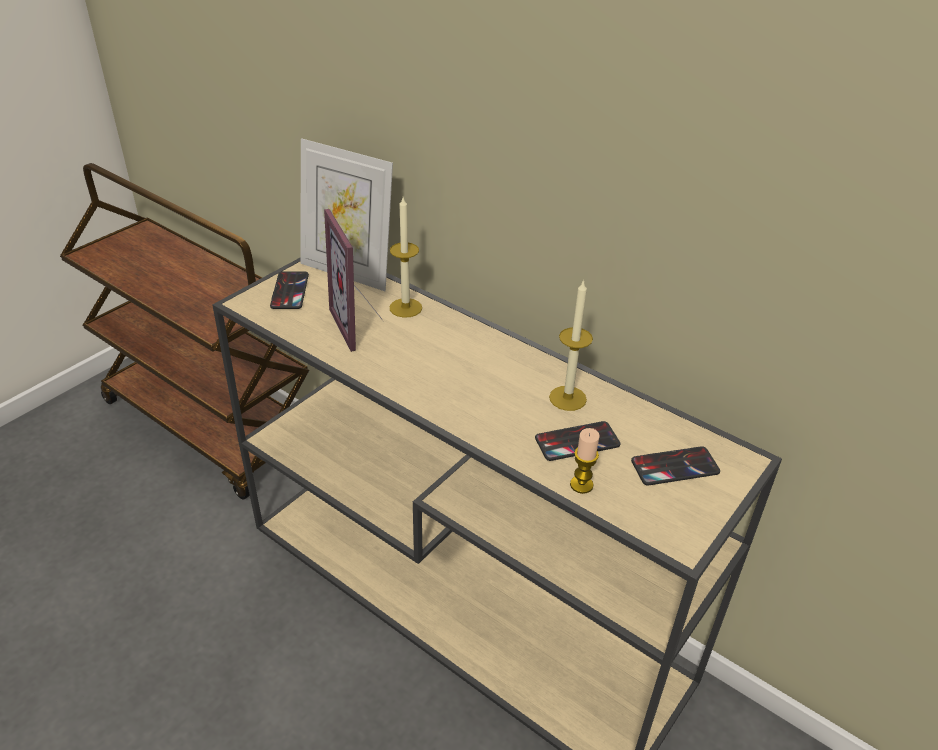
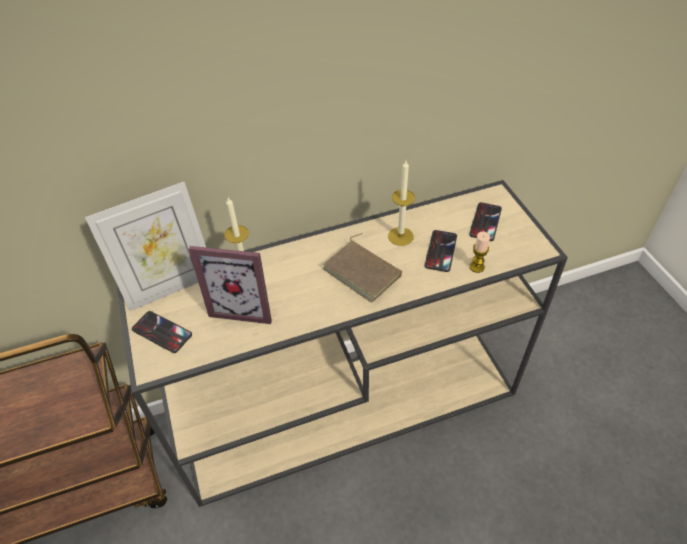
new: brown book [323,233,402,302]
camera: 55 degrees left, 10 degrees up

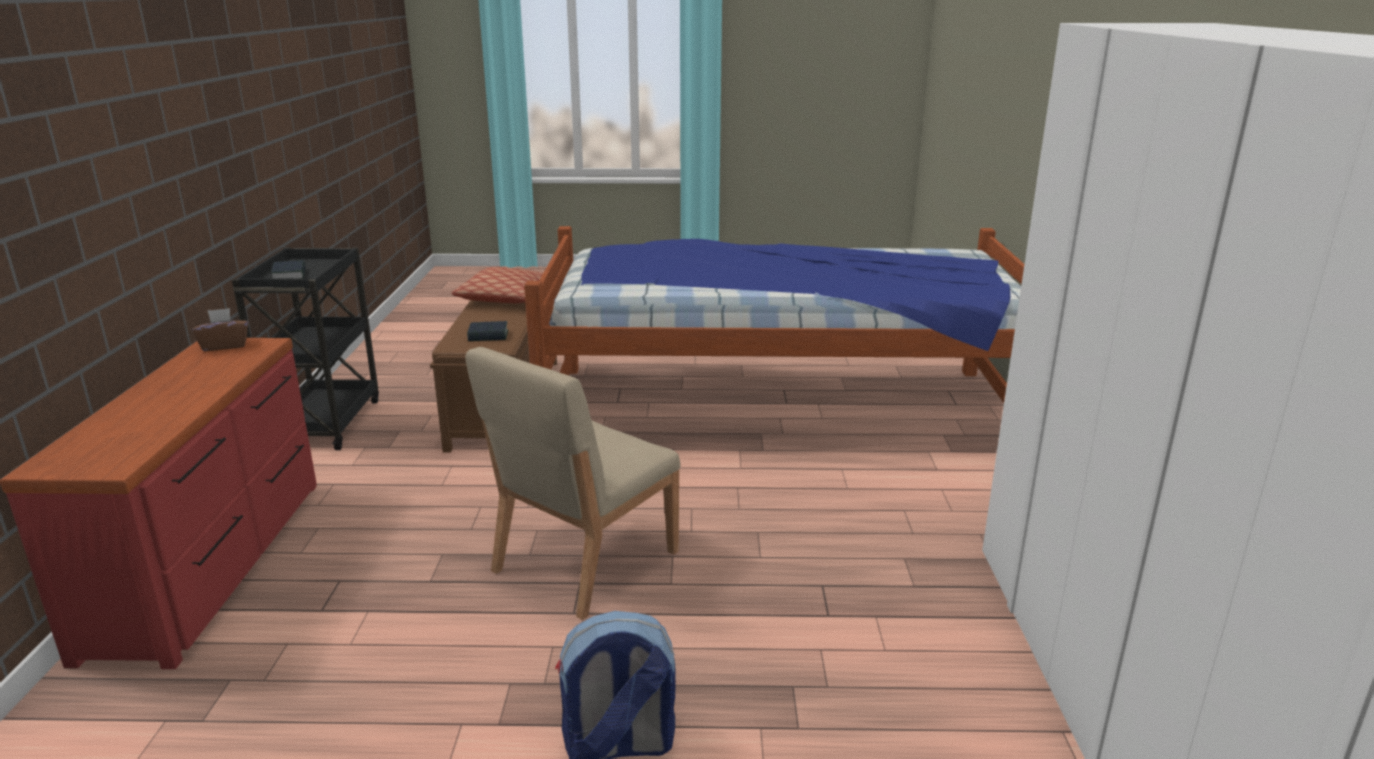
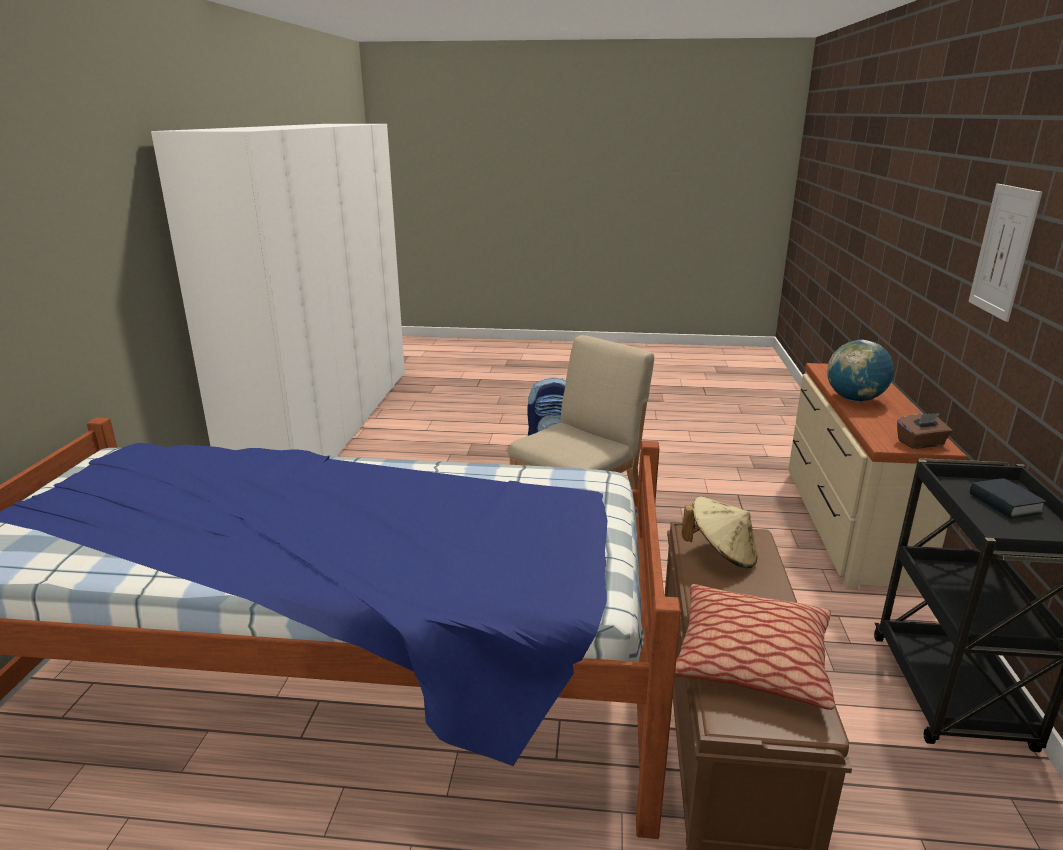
new: globe [827,340,894,402]; wall art [968,184,1042,322]
swapped: book [467,321,508,341] to sand-coloured wearable hat [681,497,758,568]
repainted: reddish chest of drawers [0,338,317,669] to sand-coloured chest of drawers [788,363,967,594]
camera: 175 degrees left, 0 degrees up

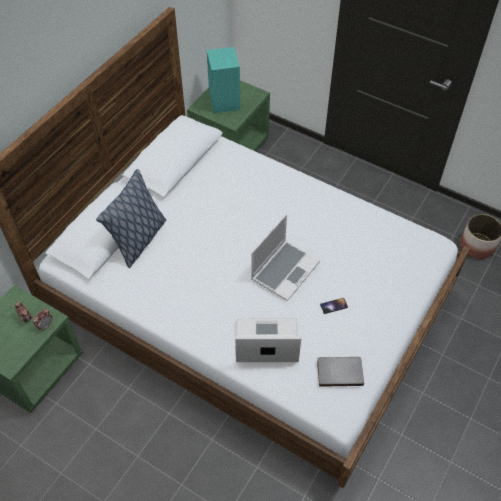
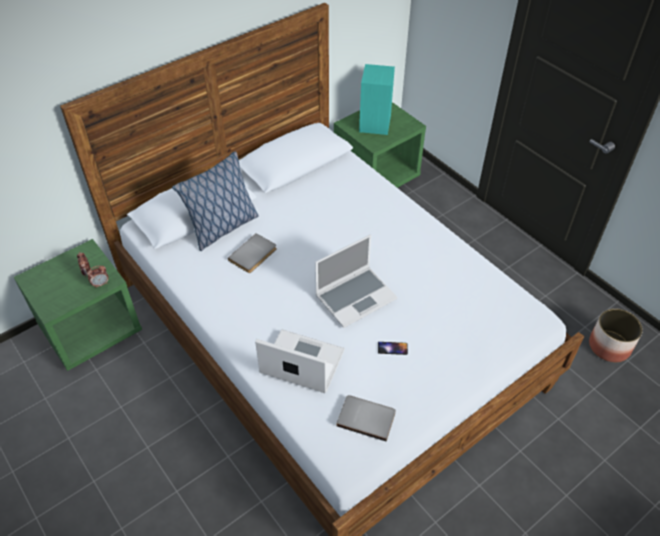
new: greyish book [228,233,277,273]
camera: 20 degrees right, 5 degrees down

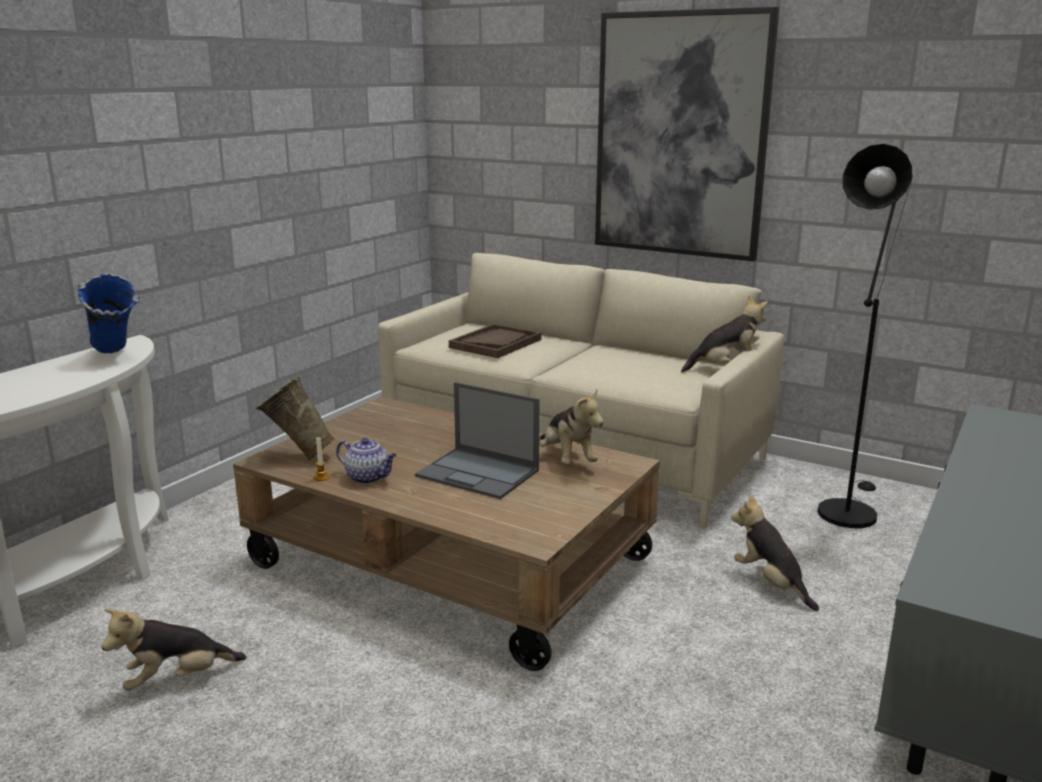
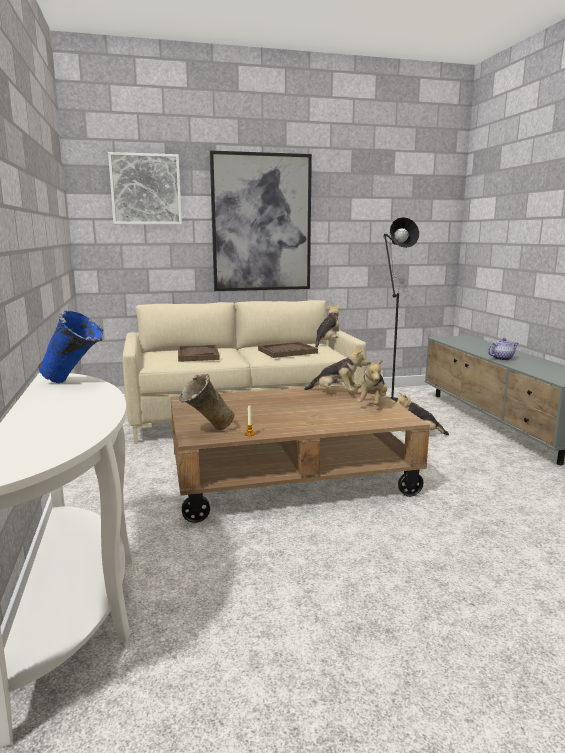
gone: laptop [415,382,539,499]
new: wall art [108,152,182,225]; brown carrying tray [258,342,318,358]
shifted: plush toy [101,609,246,691] to [357,359,387,405]; tea pot [336,438,397,484] to [488,338,518,361]
camera: 45 degrees left, 5 degrees down

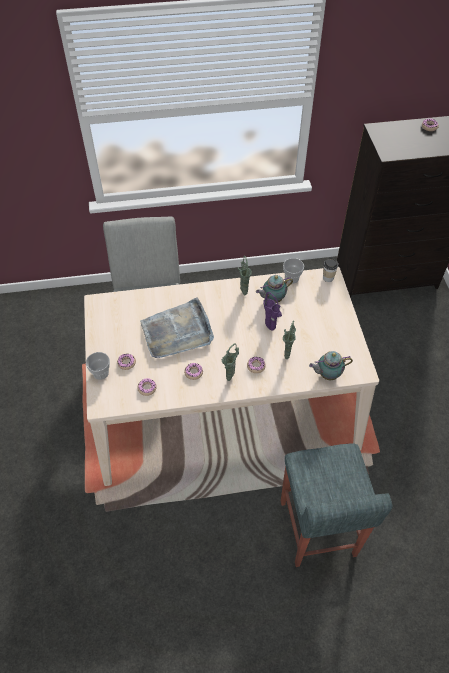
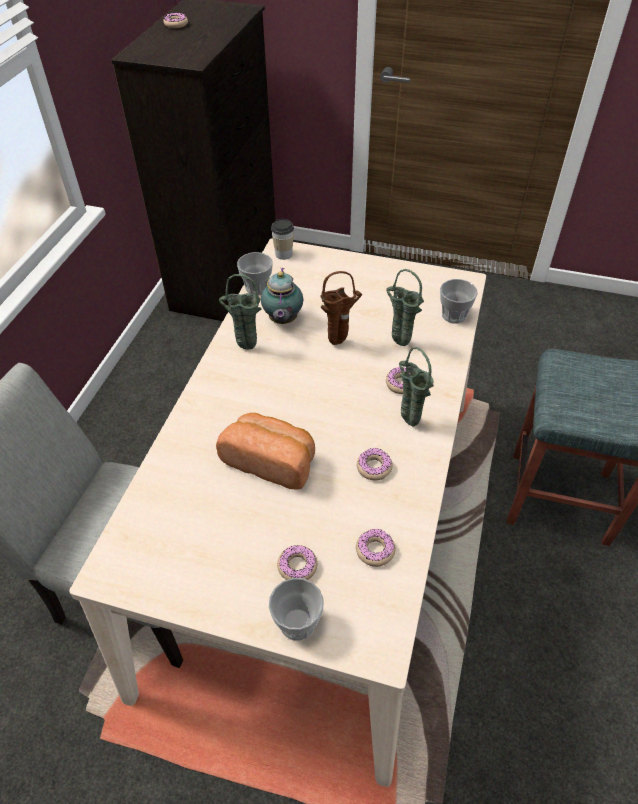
swapped: greyish carrying tray [140,297,214,358] to baked bread [216,413,315,490]; tea pot [309,351,353,380] to small cup [440,279,478,324]
repainted: purple-coloured vase [263,292,282,330] to brown vase [320,271,362,345]
camera: 65 degrees left, 5 degrees down

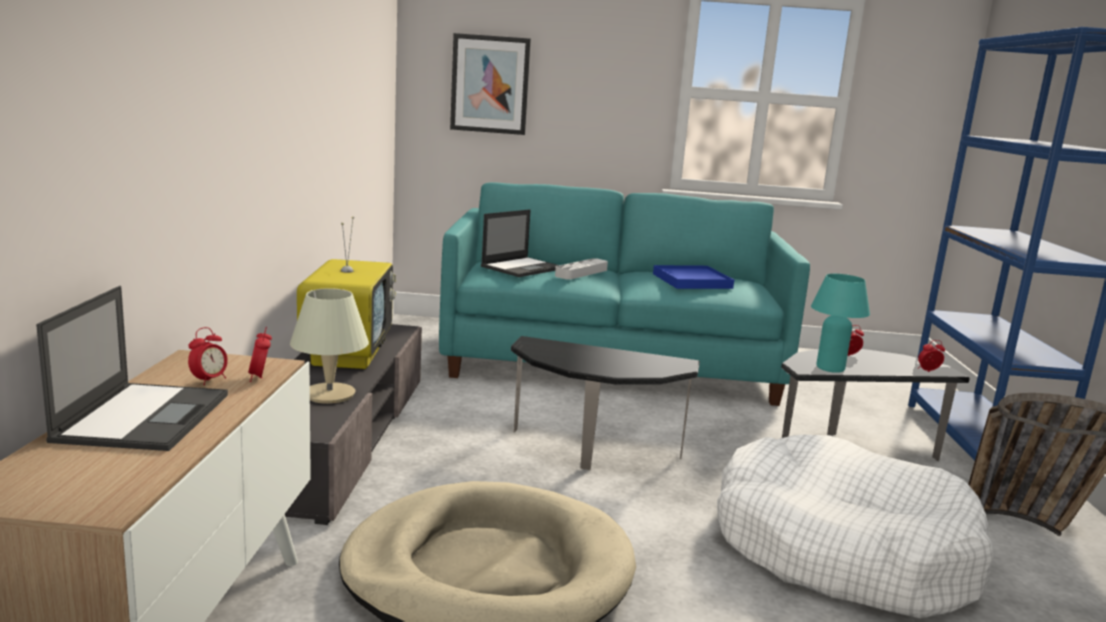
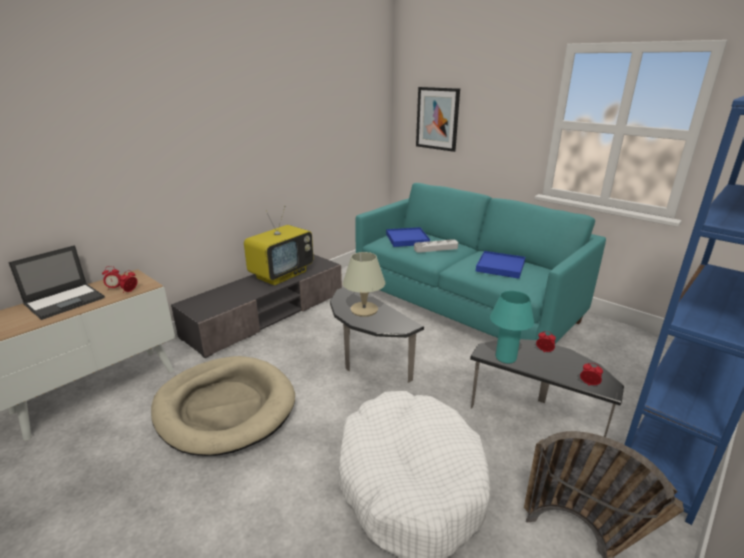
shifted: sand-coloured tabletop lamp [290,288,369,404] to [343,252,385,317]
swapped: laptop [481,209,559,277] to blue carrying tray [386,227,430,247]
camera: 40 degrees right, 10 degrees up

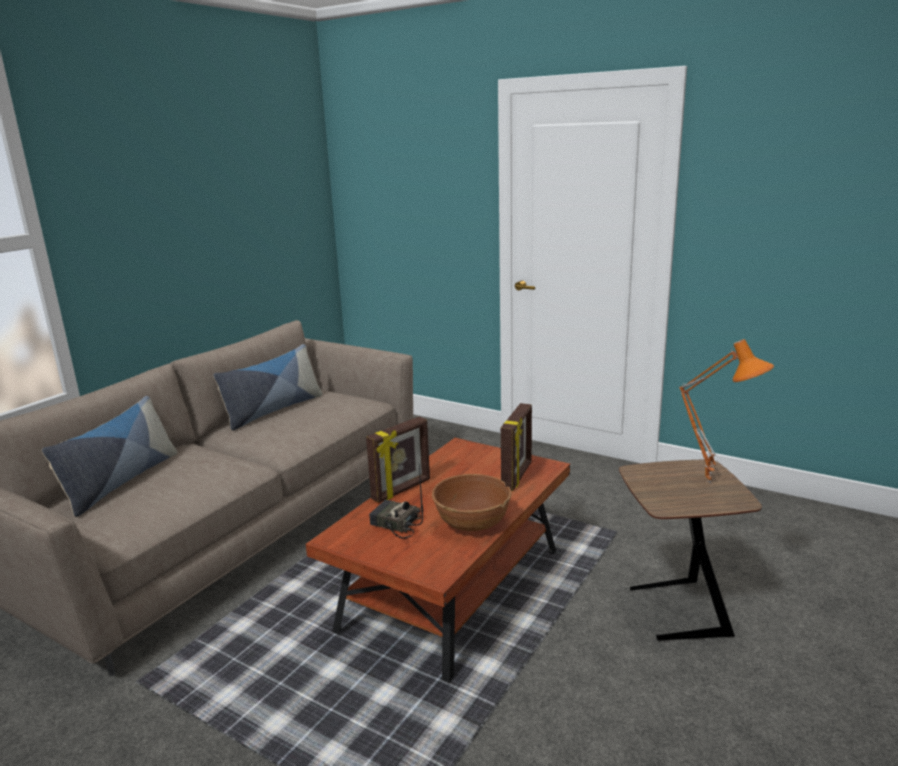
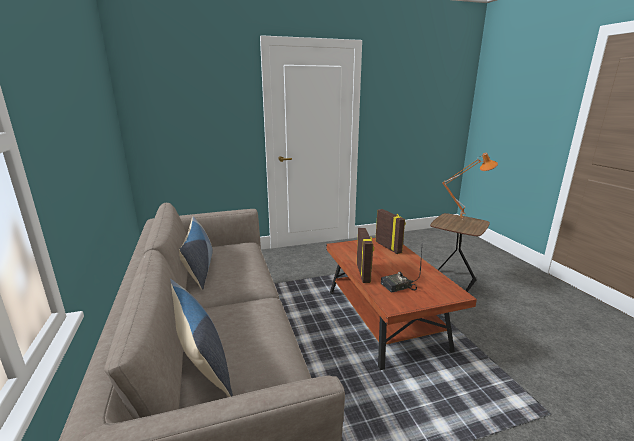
gone: brown serving bowl [432,474,511,531]
camera: 50 degrees left, 0 degrees up

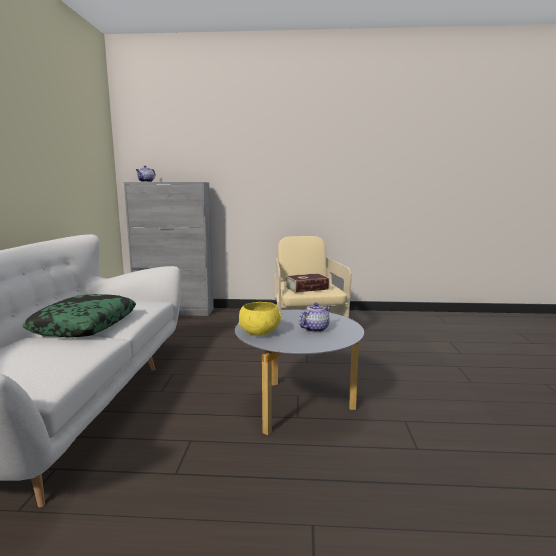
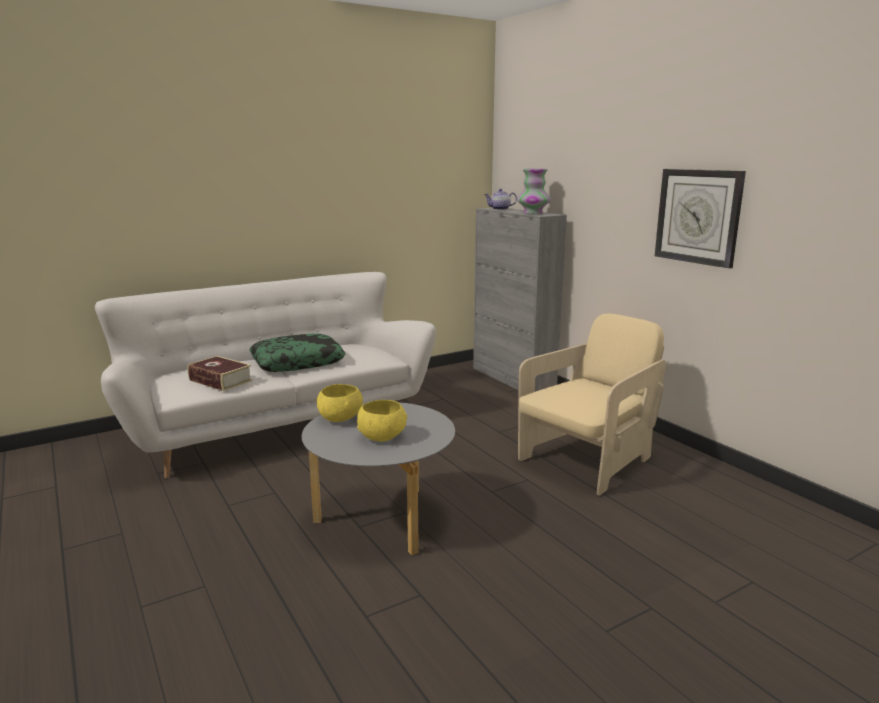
new: vase [517,168,551,214]; hanging clock [655,169,746,269]
shifted: book [285,273,330,293] to [188,356,253,391]
swapped: tea pot [299,303,331,332] to yellow serving bowl [357,400,407,442]
camera: 55 degrees right, 5 degrees up

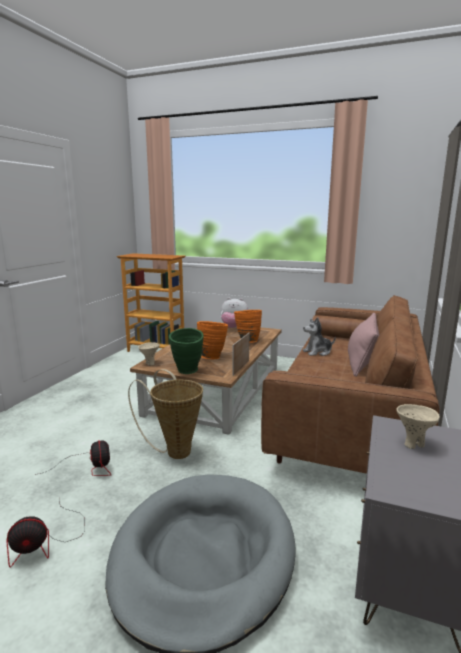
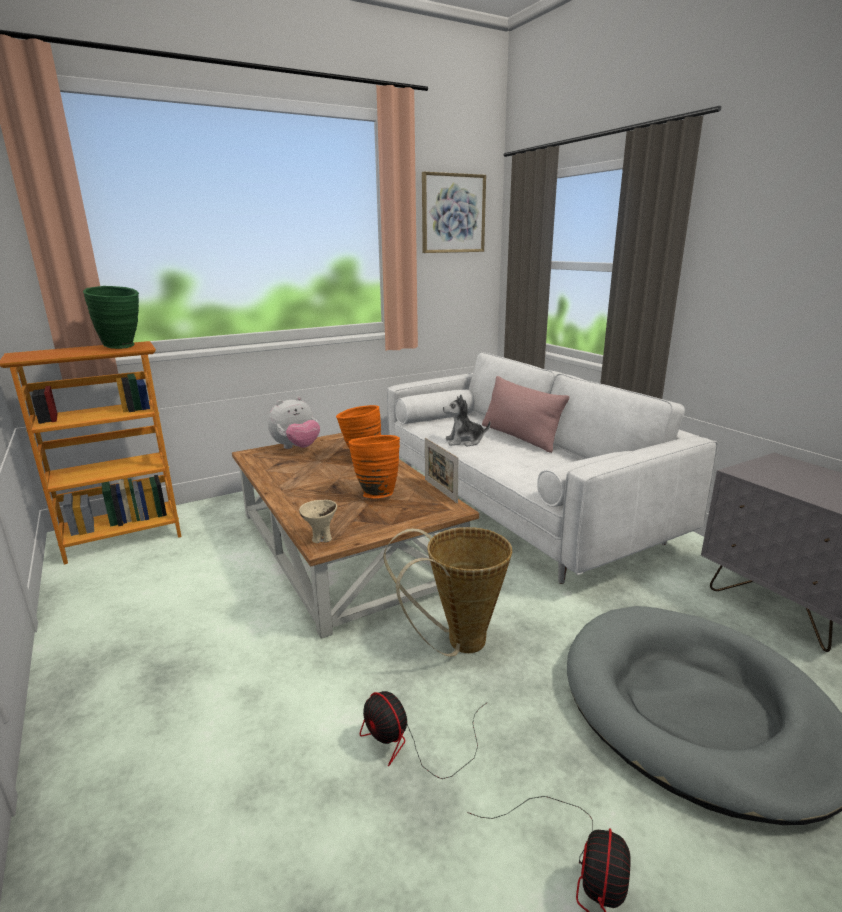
gone: sand-coloured serving bowl [396,404,440,449]
new: wall art [422,172,486,253]
shifted: greenish vase [169,328,204,374] to [83,286,139,349]
repainted: brown couch [261,295,440,474] to white couch [387,352,718,584]
rotated: electric fan [35,440,111,476] = [360,691,486,779] 150 degrees counterclockwise; plush toy [303,317,336,356] = [443,395,490,447] 60 degrees clockwise
camera: 50 degrees left, 5 degrees up

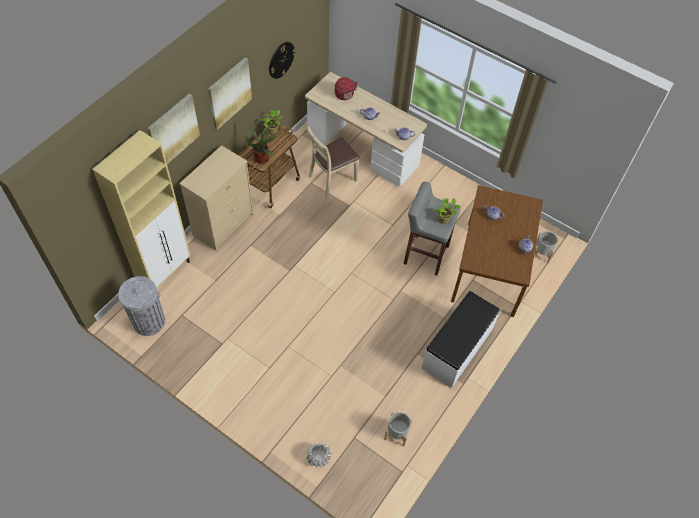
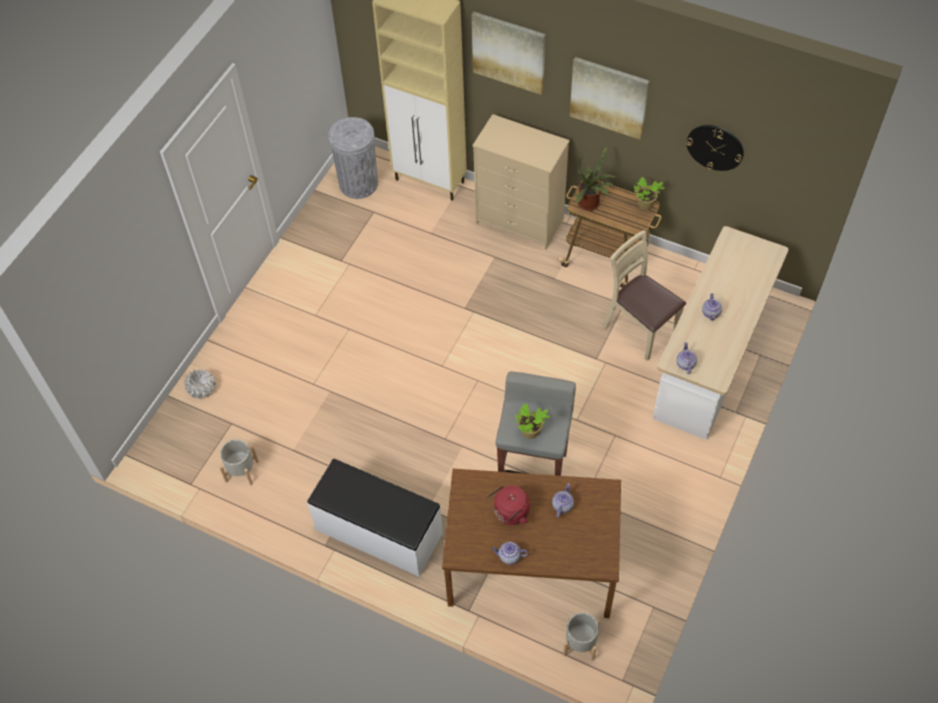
shifted: reddish water kettle [335,77,358,100] to [487,486,530,525]
camera: 85 degrees right, 0 degrees up

